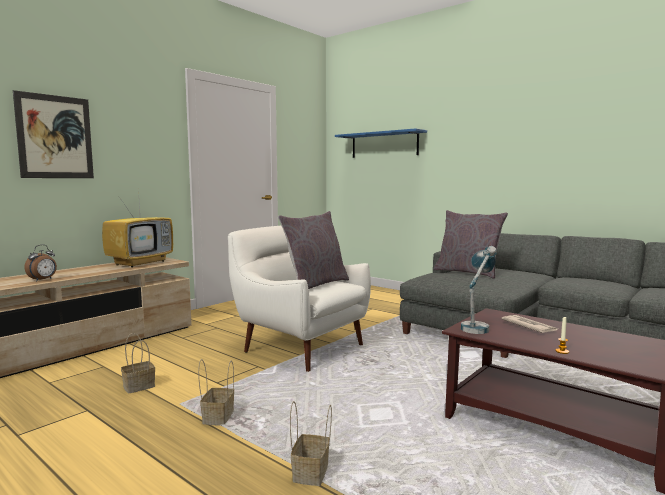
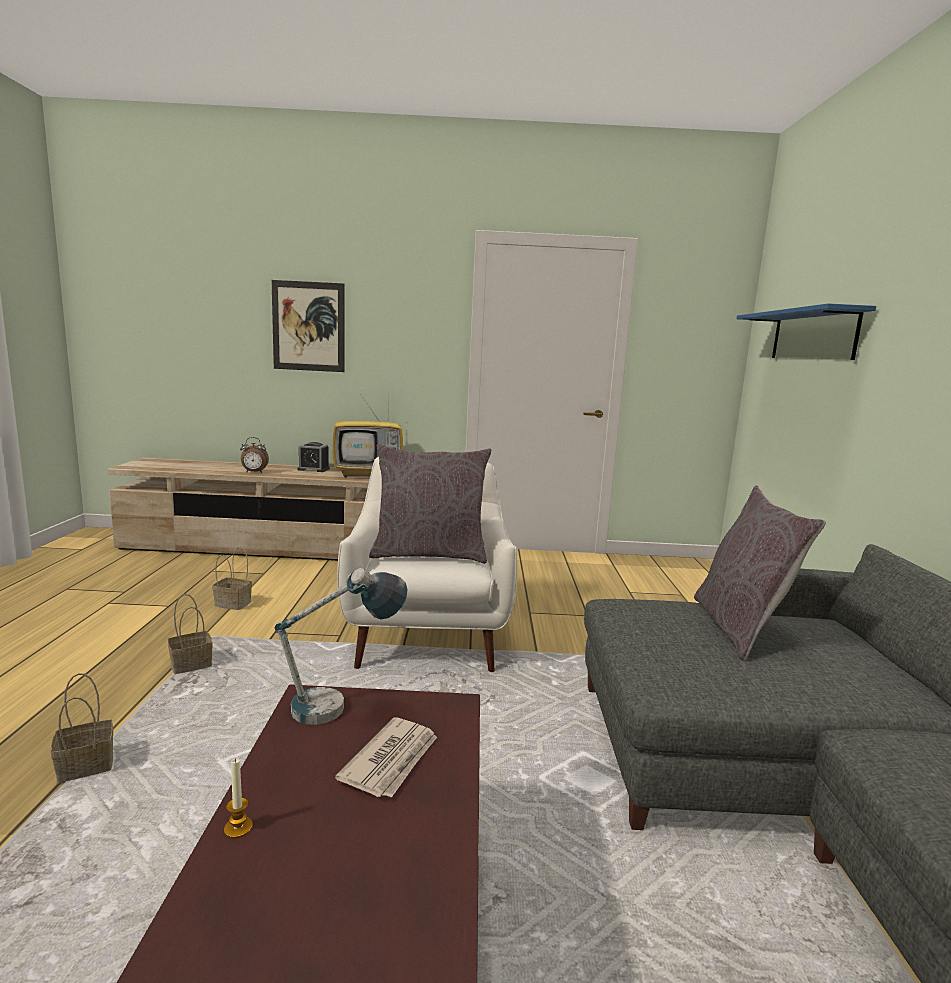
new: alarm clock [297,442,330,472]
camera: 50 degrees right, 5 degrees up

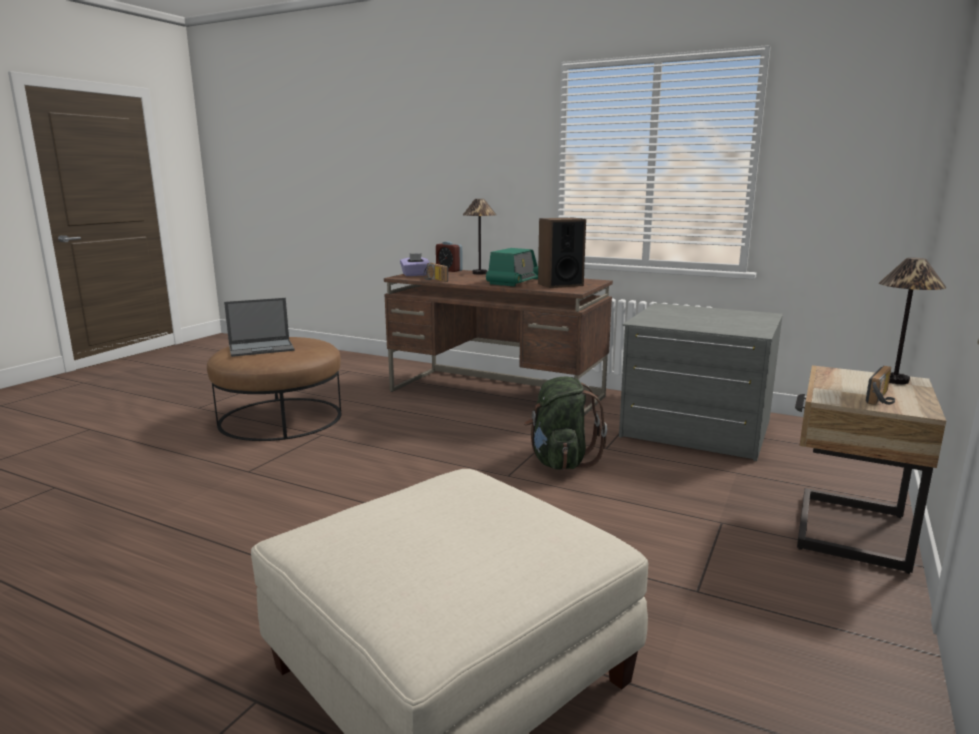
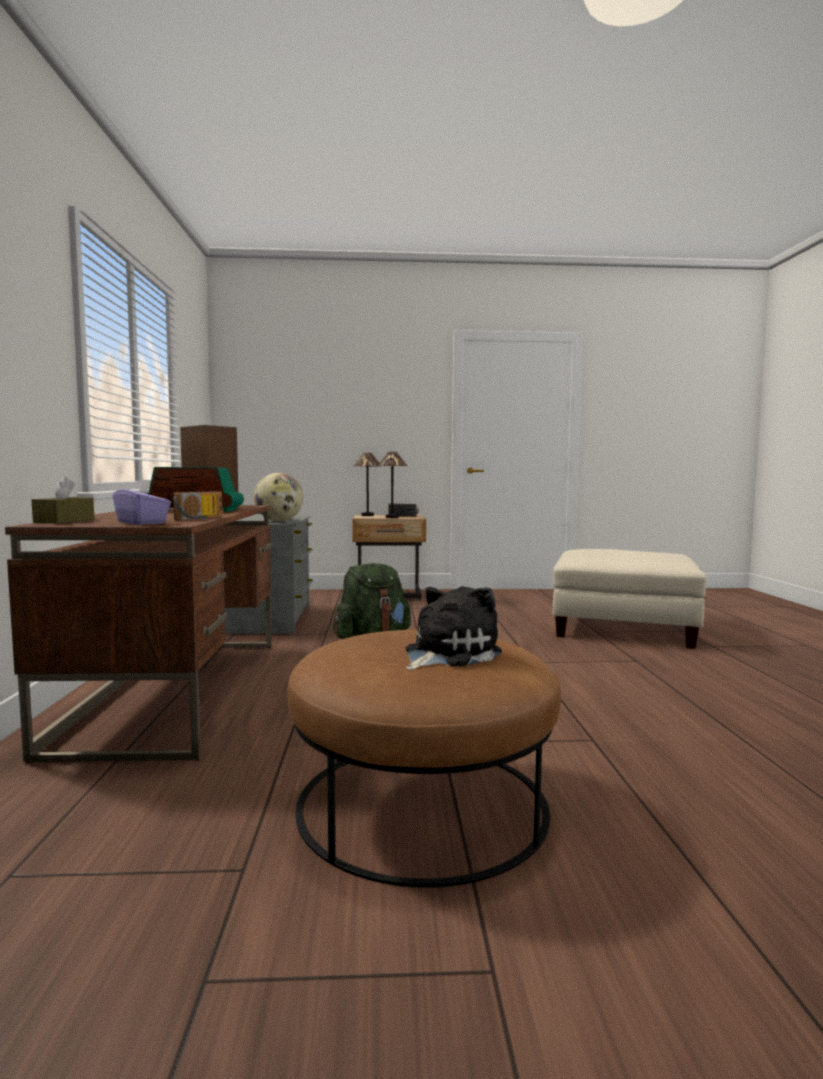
new: globe [254,473,303,522]
shifted: tabletop lamp [463,199,496,275] to [378,452,407,518]
swapped: laptop [224,298,294,357] to plush toy [406,586,502,670]; alarm clock [436,241,463,272] to brown tissue box [32,476,94,523]
camera: 120 degrees left, 10 degrees down

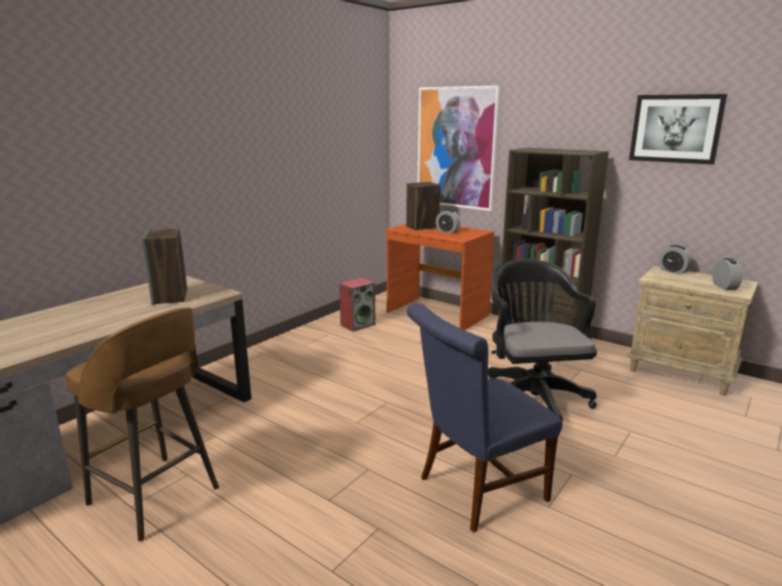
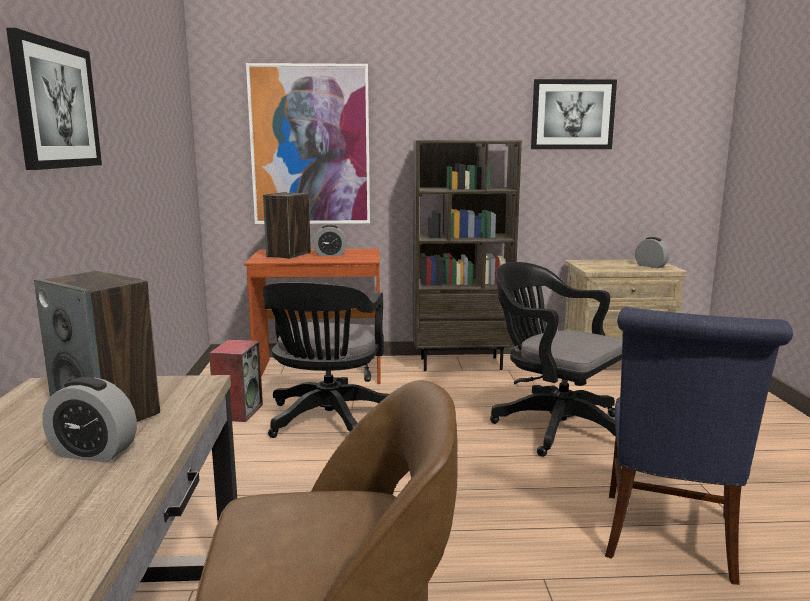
new: wall art [6,28,102,170]; black desk chair [262,282,389,438]
shifted: alarm clock [659,245,693,274] to [43,377,137,462]
camera: 40 degrees left, 5 degrees down

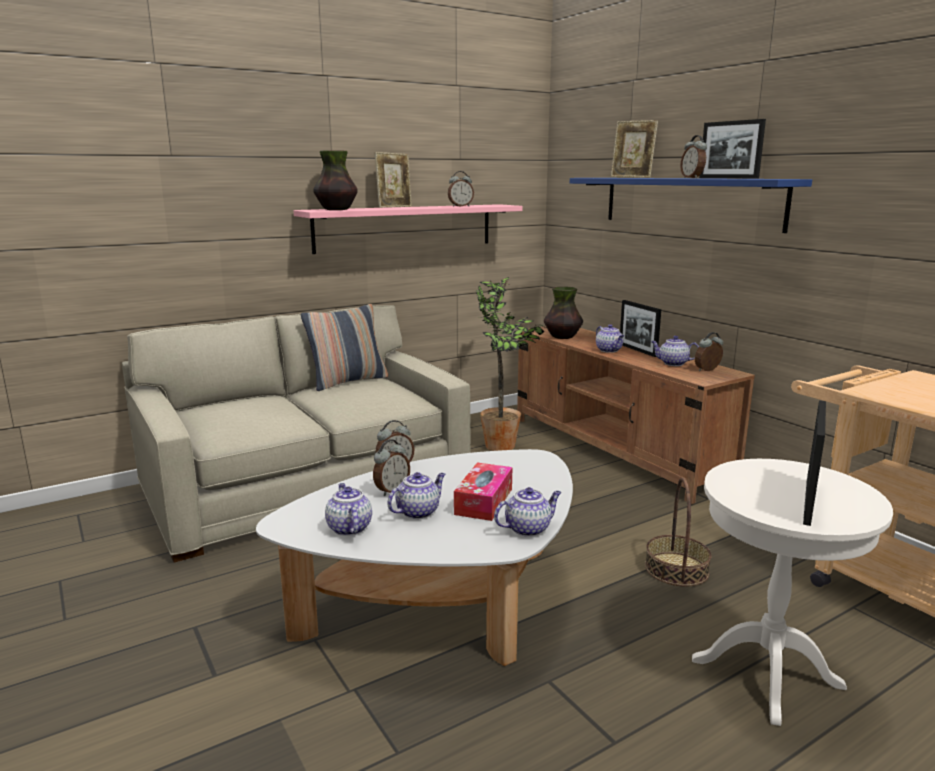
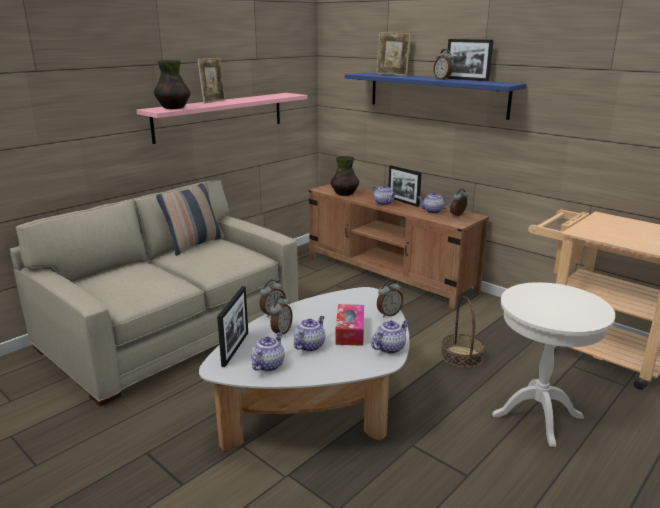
gone: potted plant [475,277,547,451]
shifted: alarm clock [448,171,474,207] to [377,280,403,317]; picture frame [803,400,826,526] to [217,286,248,367]
rotated: tea pot [325,483,372,536] = [251,332,285,372] 60 degrees clockwise
camera: 15 degrees left, 5 degrees up

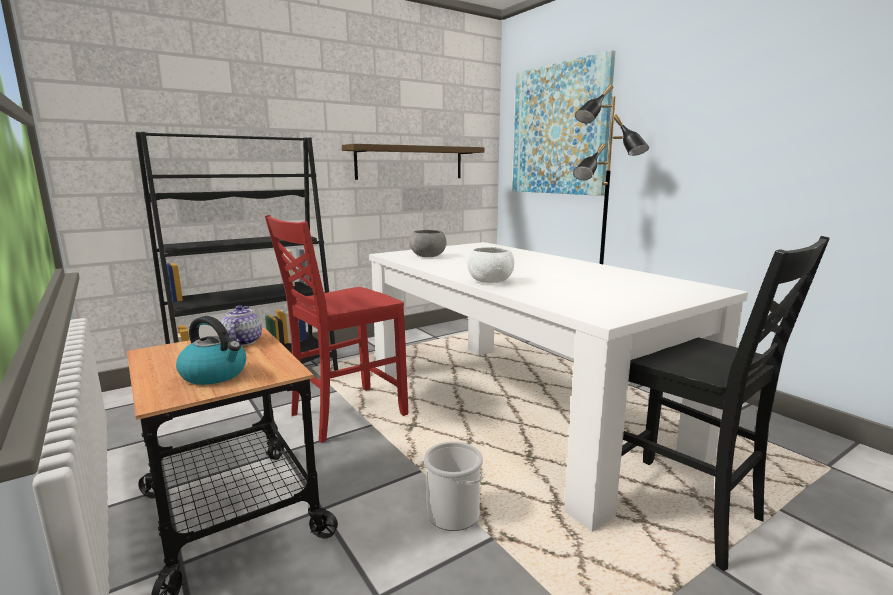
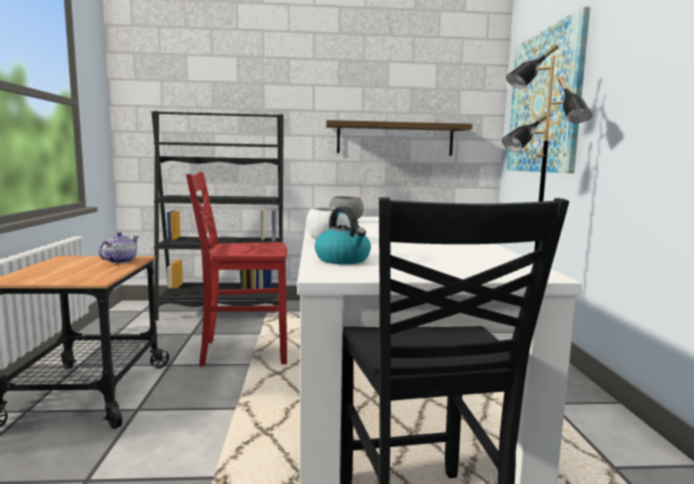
gone: bucket [424,441,483,531]
shifted: water kettle [176,316,246,385] to [315,206,371,264]
camera: 30 degrees right, 5 degrees down

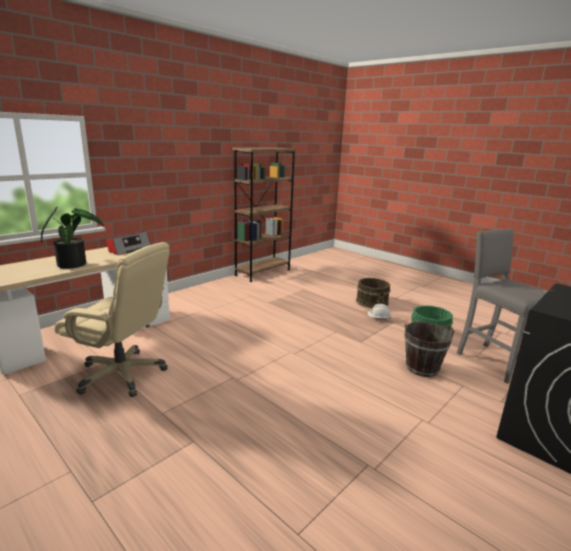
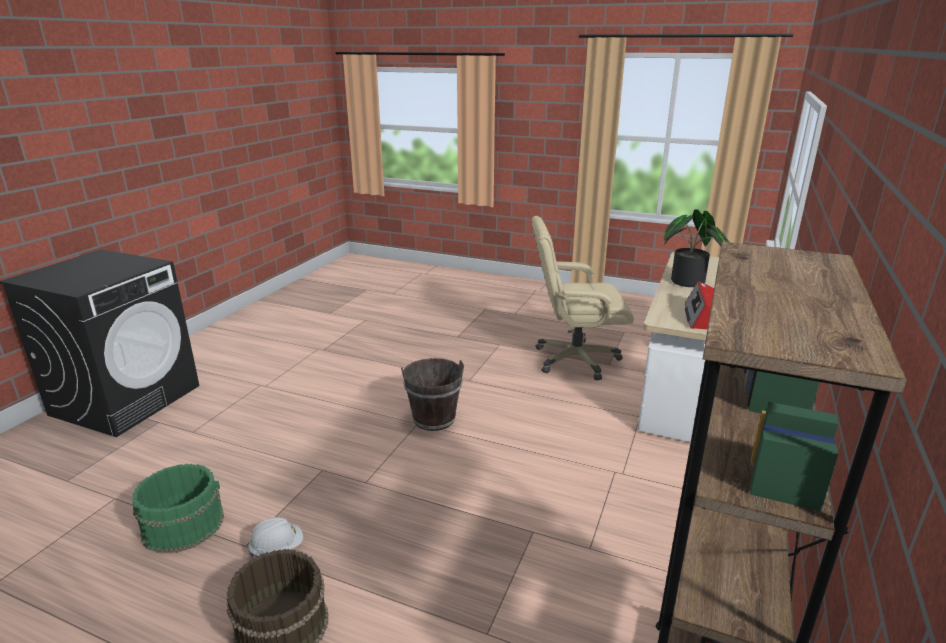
gone: greyish stool [457,228,547,384]
shifted: brown bucket [404,322,455,377] to [401,358,464,431]
camera: 160 degrees right, 5 degrees up

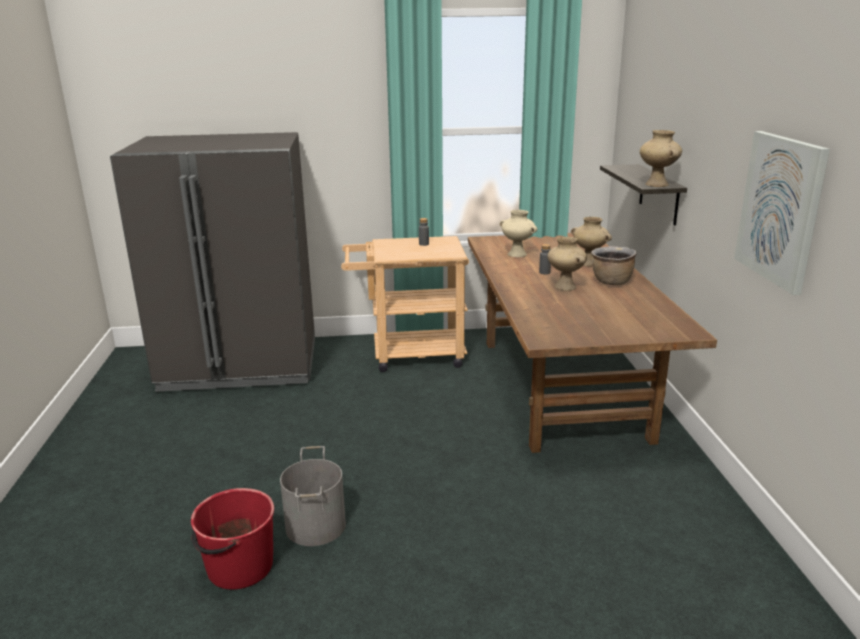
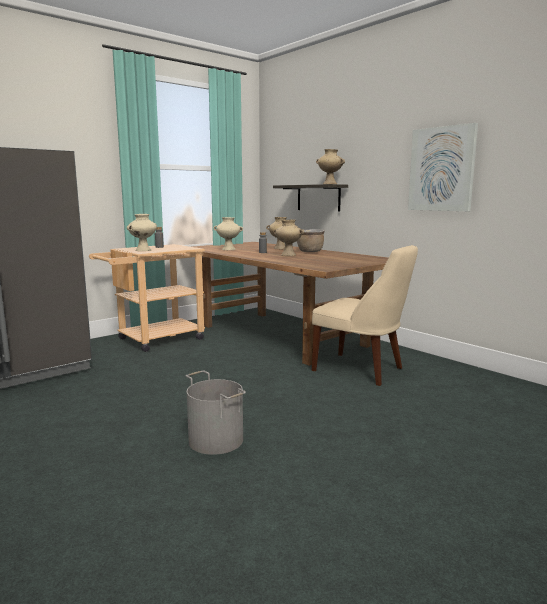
gone: reddish bucket [191,488,274,589]
new: sand-coloured vase [127,214,157,251]; sand-coloured upright chair [312,245,418,386]
camera: 35 degrees left, 10 degrees down

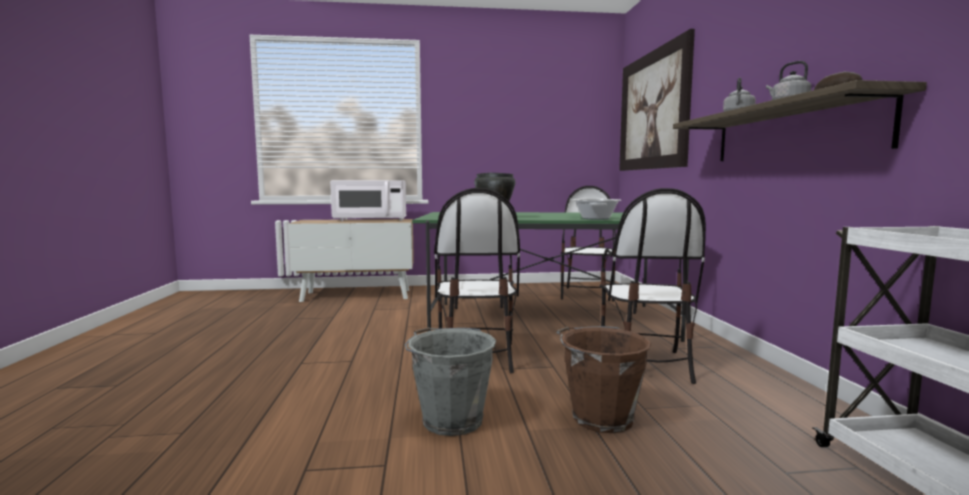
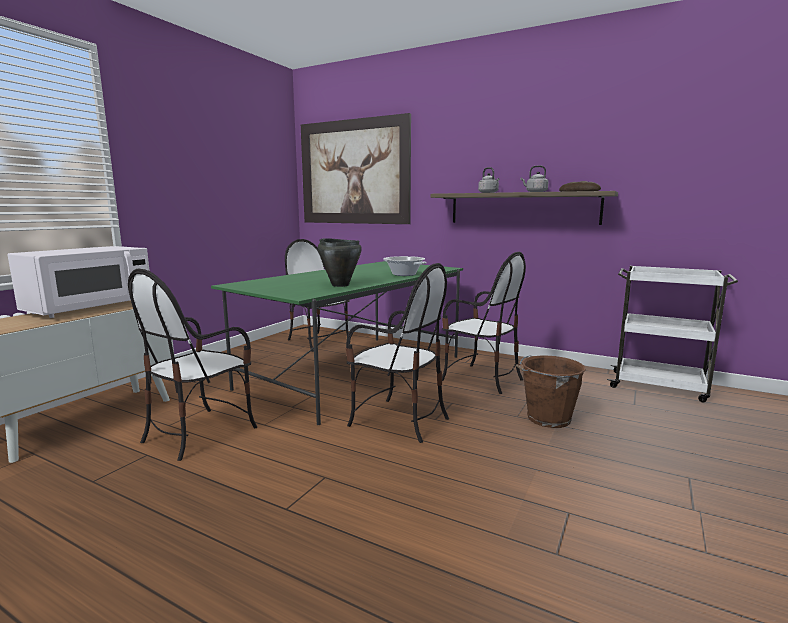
gone: greyish bucket [405,327,496,436]
new: upright chair [128,268,257,461]
camera: 55 degrees left, 5 degrees up

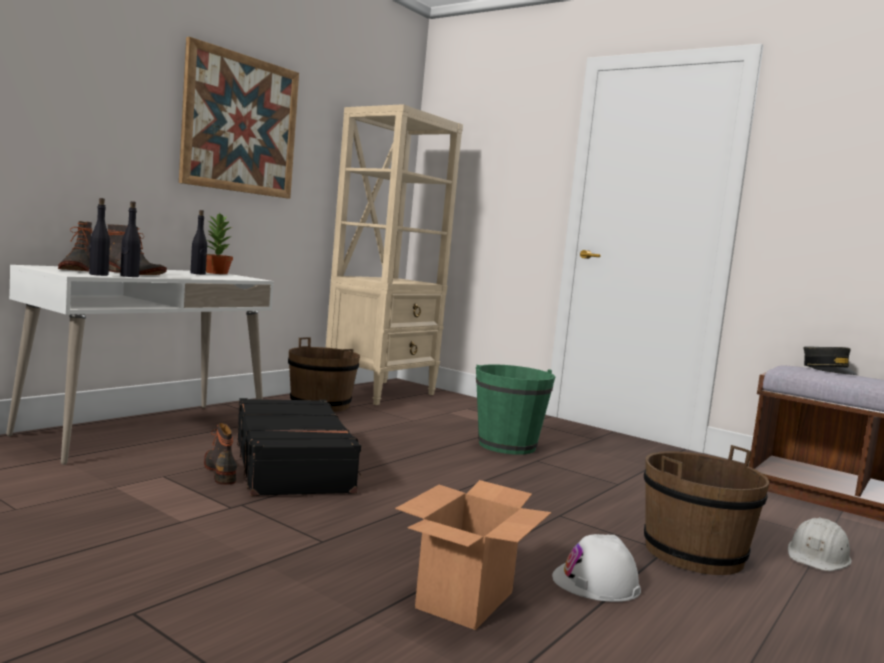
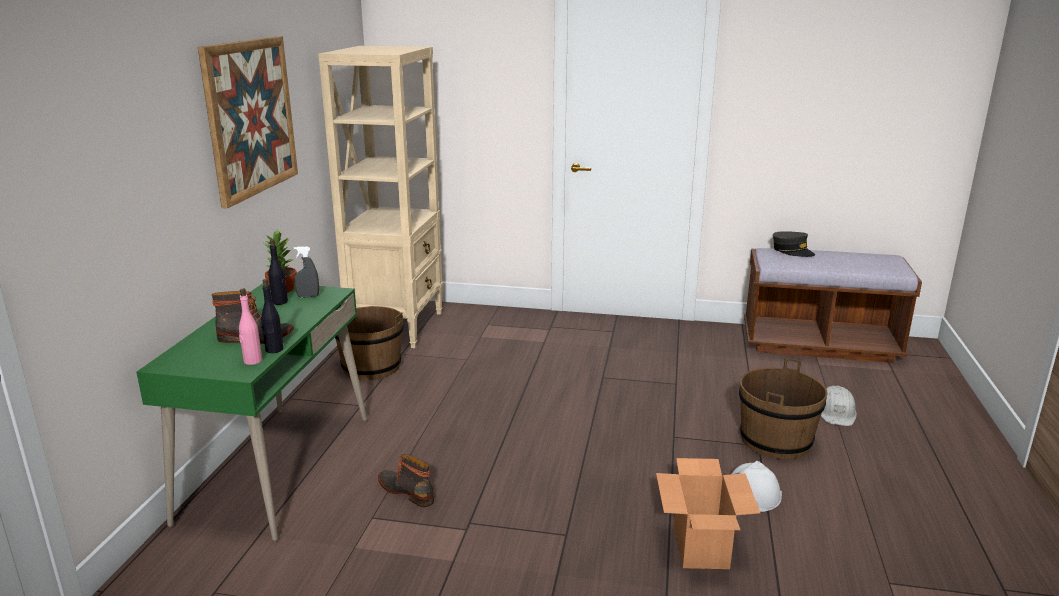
gone: tall boot [58,221,93,271]; black suitcase [237,398,362,496]; greenish bucket [476,364,555,455]
new: greyish hand sprayer [294,246,319,297]
repainted: white desk table [6,265,274,465] to greenish desk table [136,283,367,541]; black bottle [89,198,110,276] to pink-coloured bottle [239,289,262,365]
camera: 25 degrees left, 15 degrees up

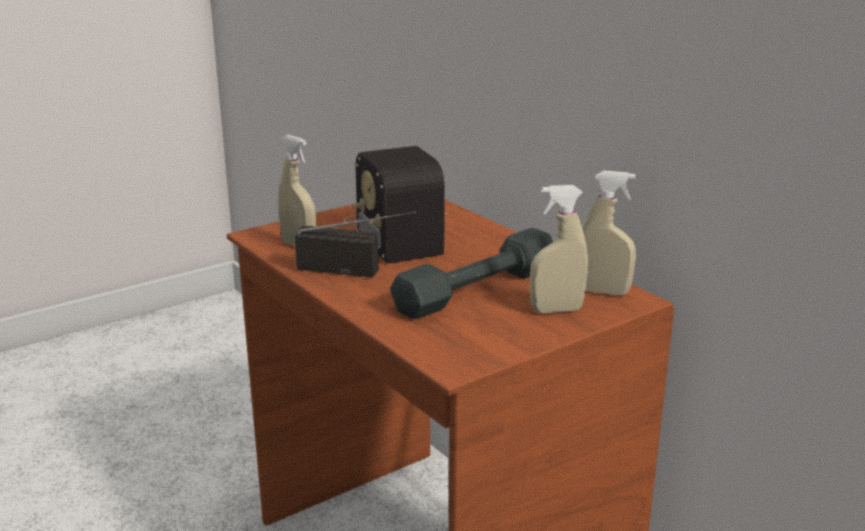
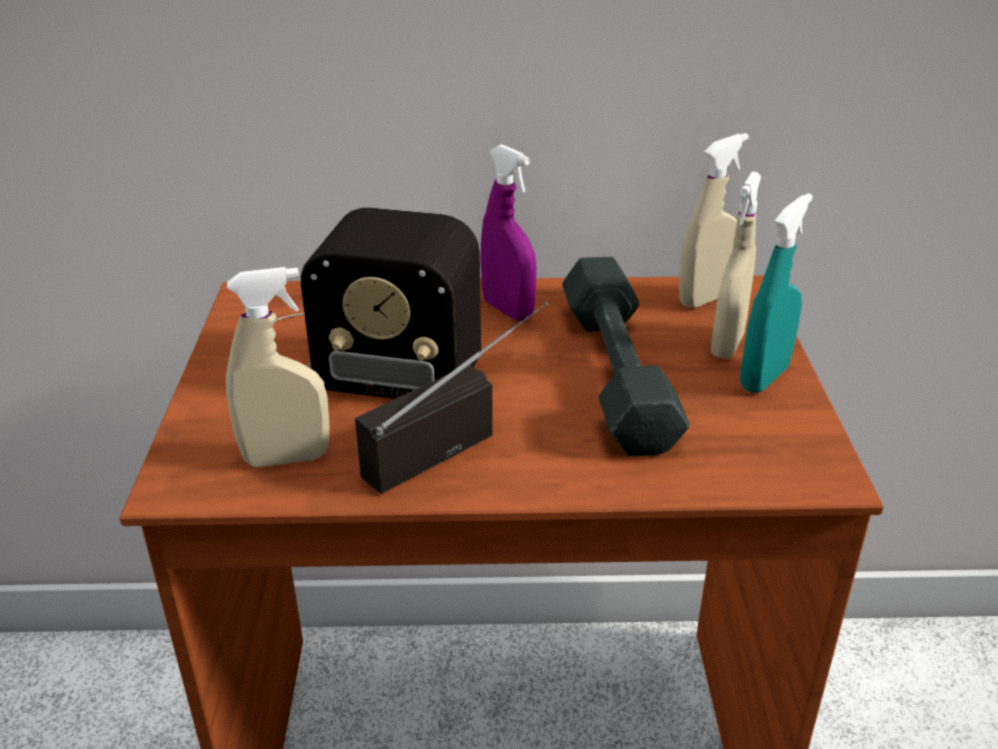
new: purple-coloured hand sprayer [481,144,537,321]; turquoise-coloured hand sprayer [740,193,813,393]
camera: 55 degrees left, 10 degrees up

